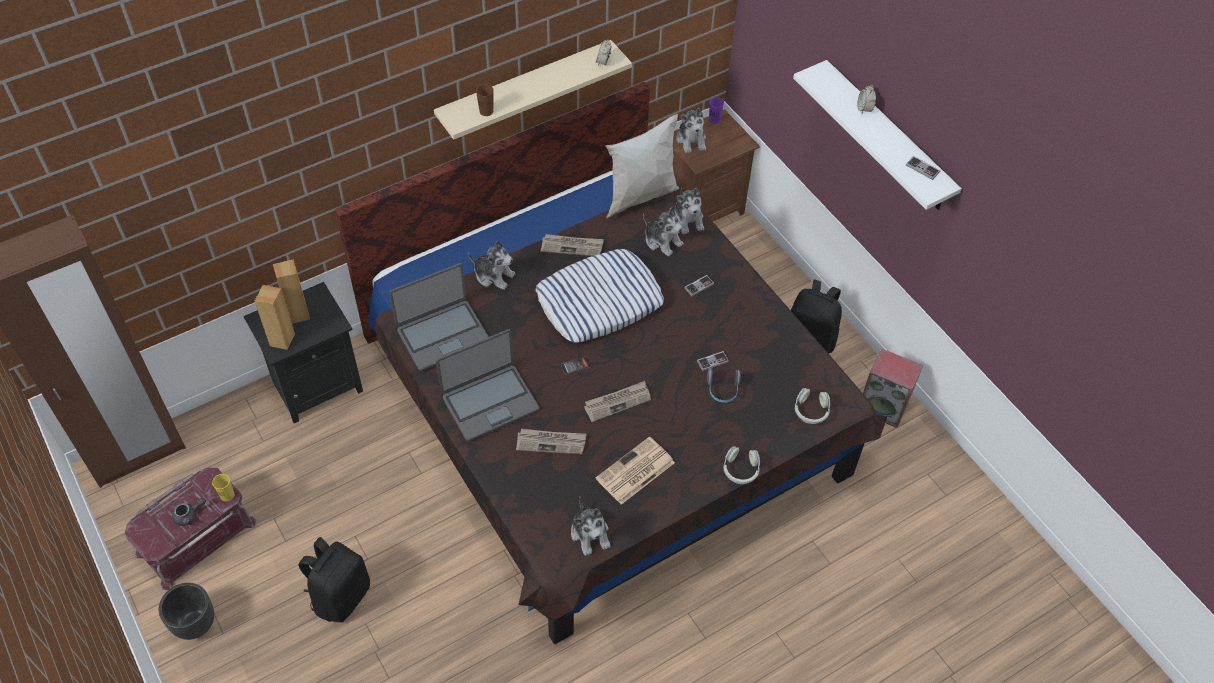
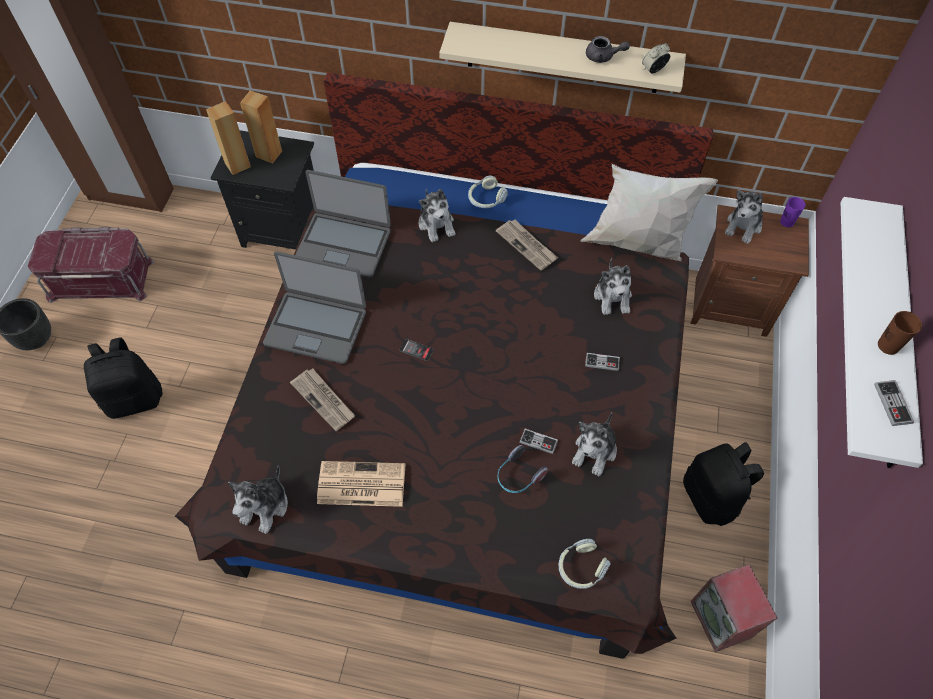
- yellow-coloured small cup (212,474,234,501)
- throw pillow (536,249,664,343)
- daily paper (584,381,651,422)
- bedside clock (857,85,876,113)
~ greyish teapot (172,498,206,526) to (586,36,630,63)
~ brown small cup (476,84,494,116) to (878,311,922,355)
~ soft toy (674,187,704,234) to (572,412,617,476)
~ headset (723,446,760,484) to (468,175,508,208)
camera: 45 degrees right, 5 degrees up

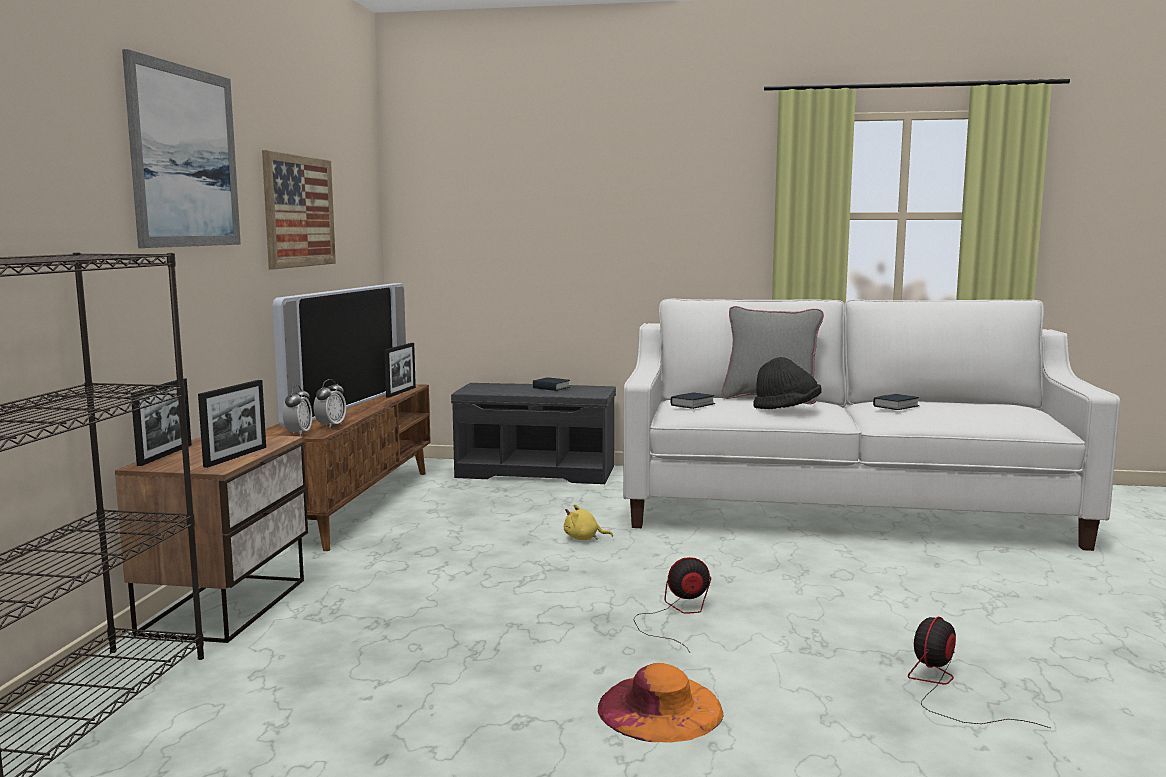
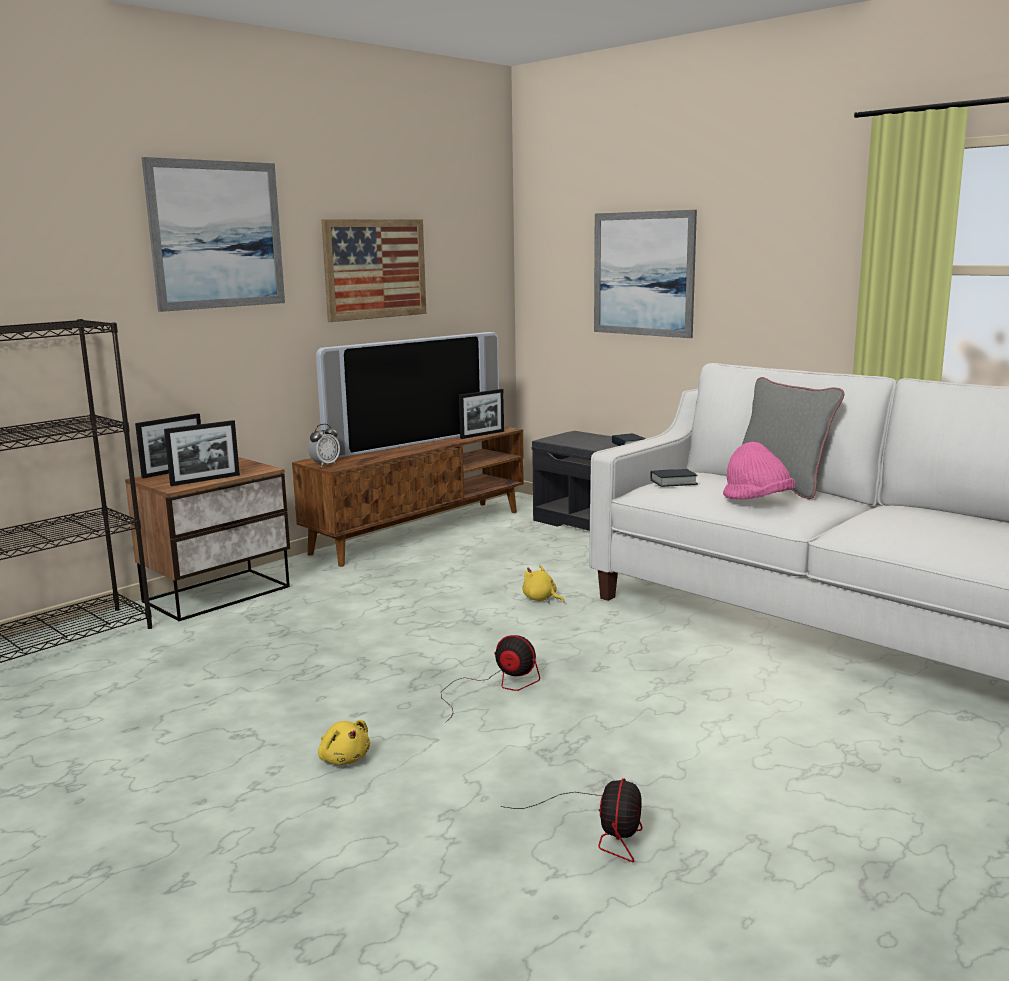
- bedside clock (313,379,346,428)
- book (873,394,919,410)
+ picture (594,210,697,338)
~ orange-coloured clothing hat (598,663,723,743) to yellow-coloured soft toy (318,720,370,765)
~ blackish clothing hat (753,357,822,409) to pinkish clothing hat (723,442,796,500)
~ electric fan (908,616,1050,728) = (500,778,642,862) 120 degrees clockwise
camera: 35 degrees right, 5 degrees up

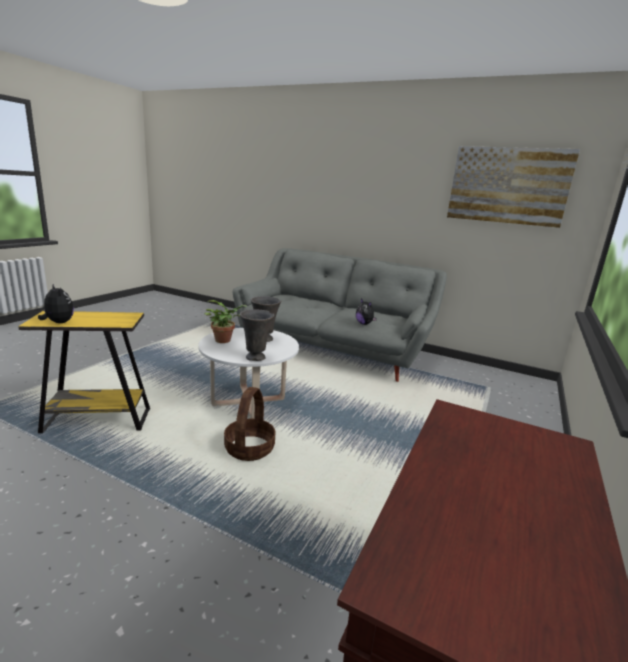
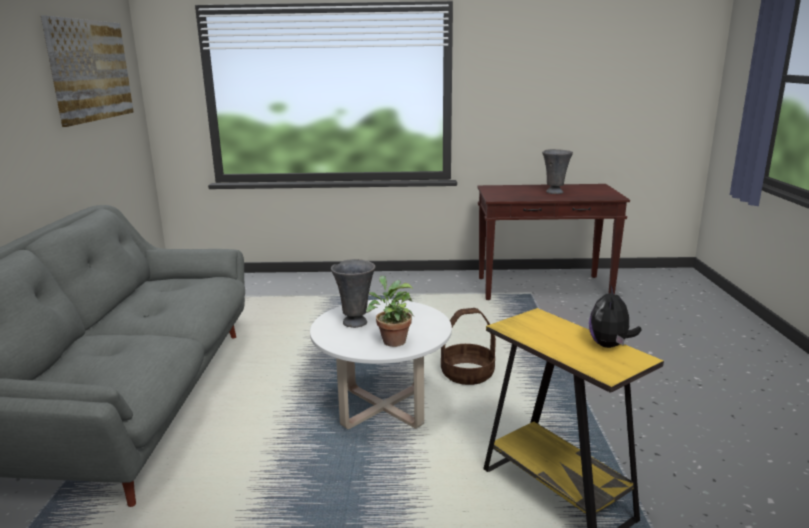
- soft toy (356,299,377,325)
~ greyish vase (240,309,274,361) to (542,149,573,194)
camera: 115 degrees left, 0 degrees up

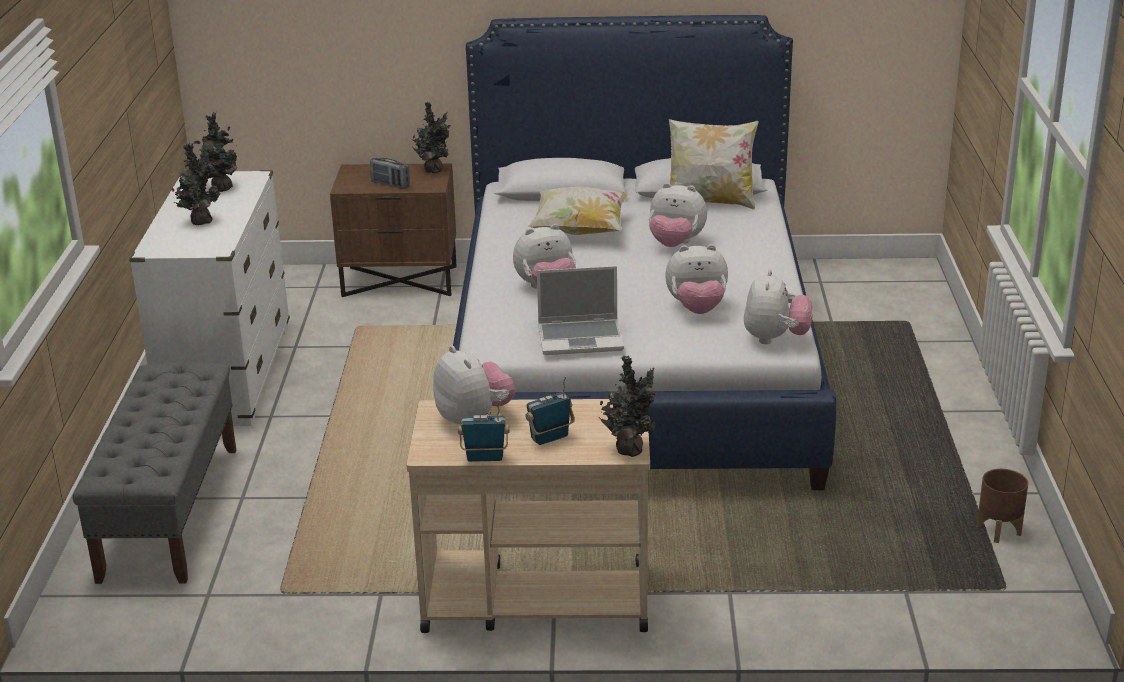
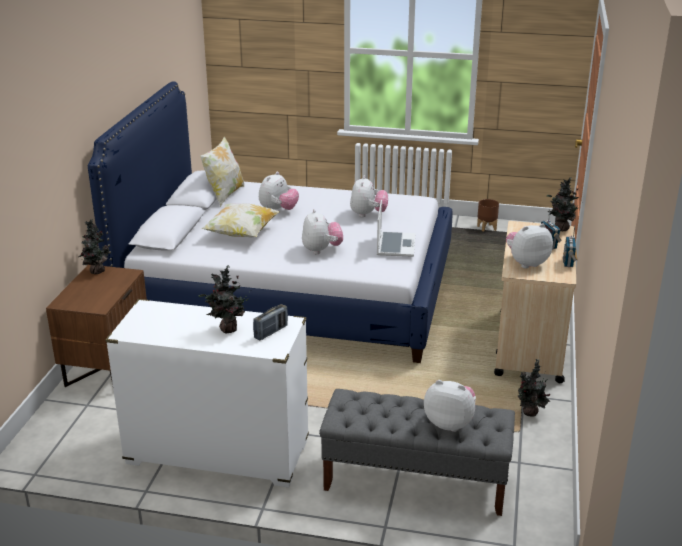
~ houseplant (194,111,237,192) to (518,359,550,417)
~ radio set (370,158,410,189) to (253,304,288,340)
~ soft toy (744,269,813,344) to (424,380,476,432)
camera: 80 degrees left, 0 degrees up

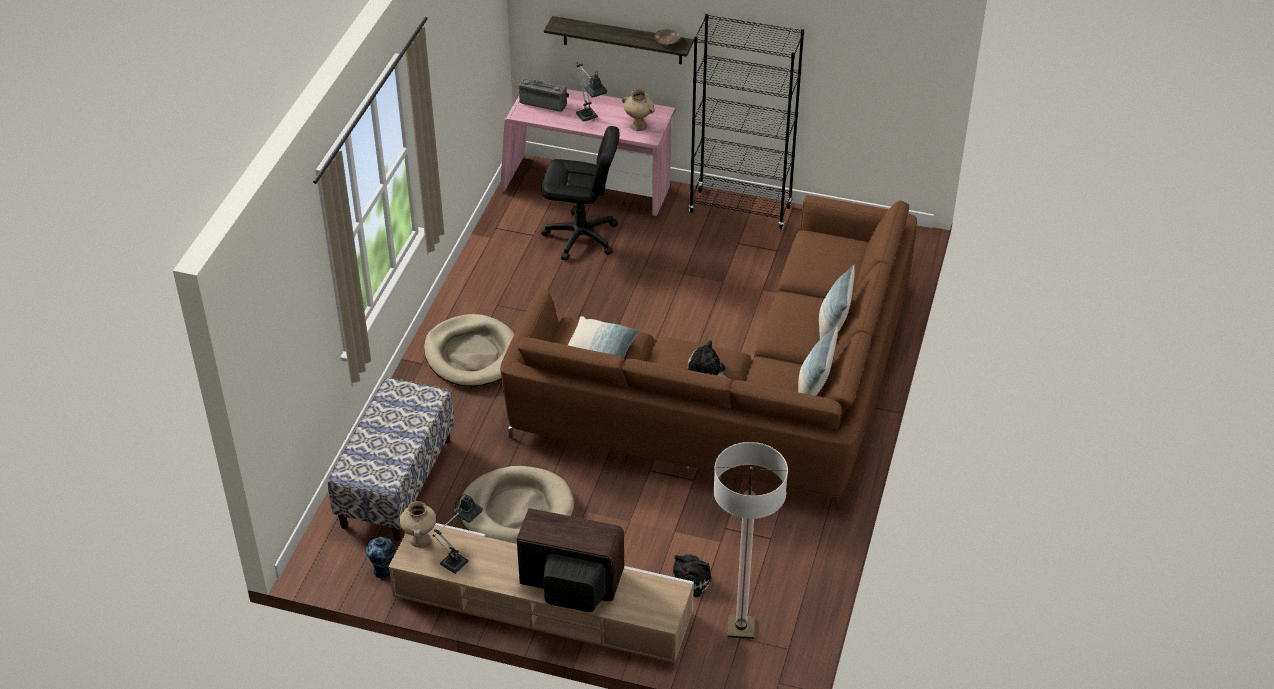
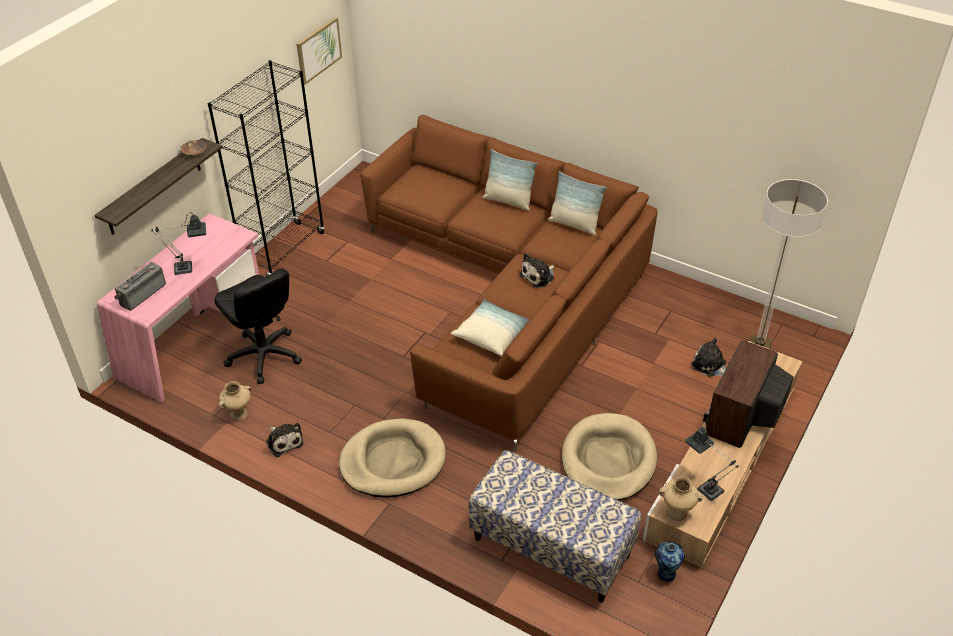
+ soft toy (266,423,303,457)
+ picture (296,17,342,85)
~ beige vase (622,89,655,131) to (218,381,251,421)
~ blackish computer chair (541,126,619,261) = (214,268,302,384) 120 degrees clockwise
camera: 75 degrees left, 0 degrees up

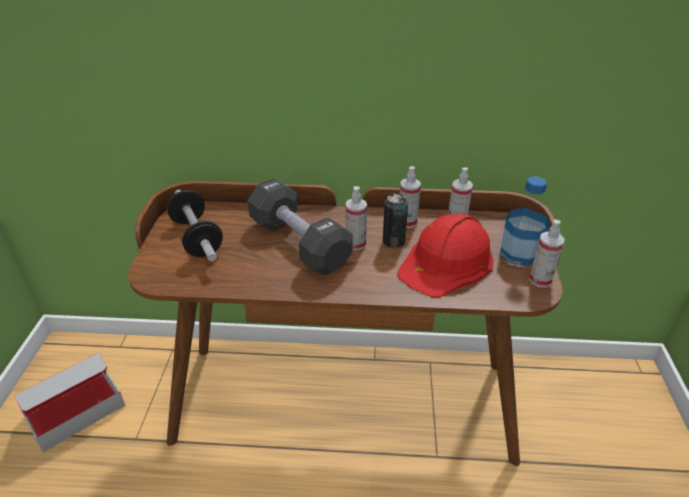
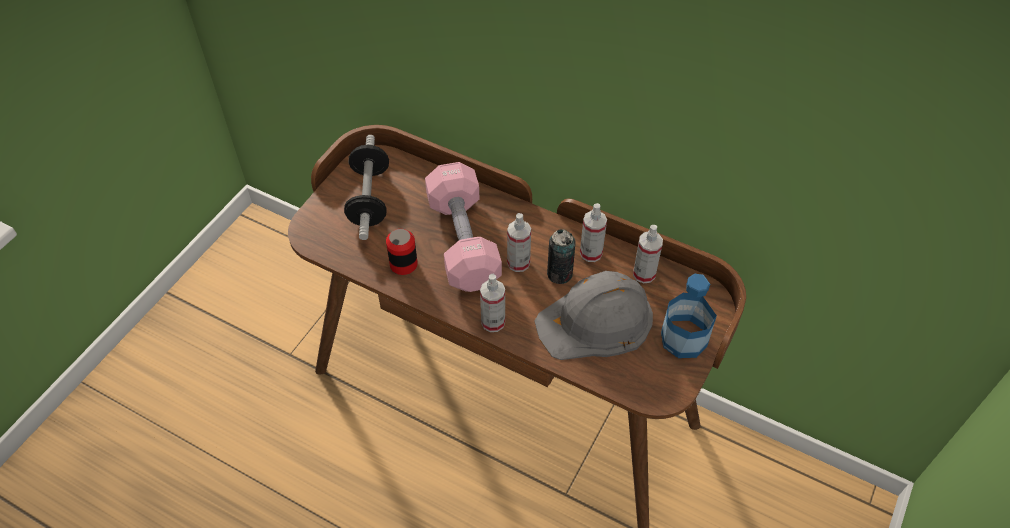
- cardboard box (14,352,125,452)
+ can (386,229,418,275)
~ sprayer (529,219,565,288) to (480,274,505,332)
~ blackish dumbbell (247,178,353,275) to pinkish dumbbell (425,162,502,292)
~ reddish hard hat (398,214,494,297) to greyish hard hat (534,271,653,360)
camera: 25 degrees right, 15 degrees up

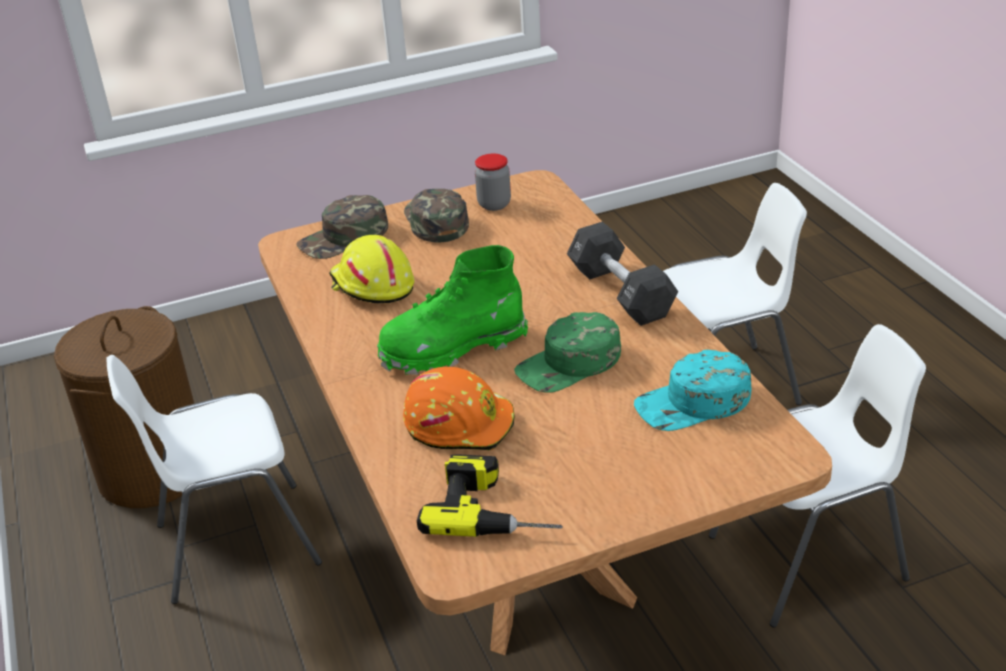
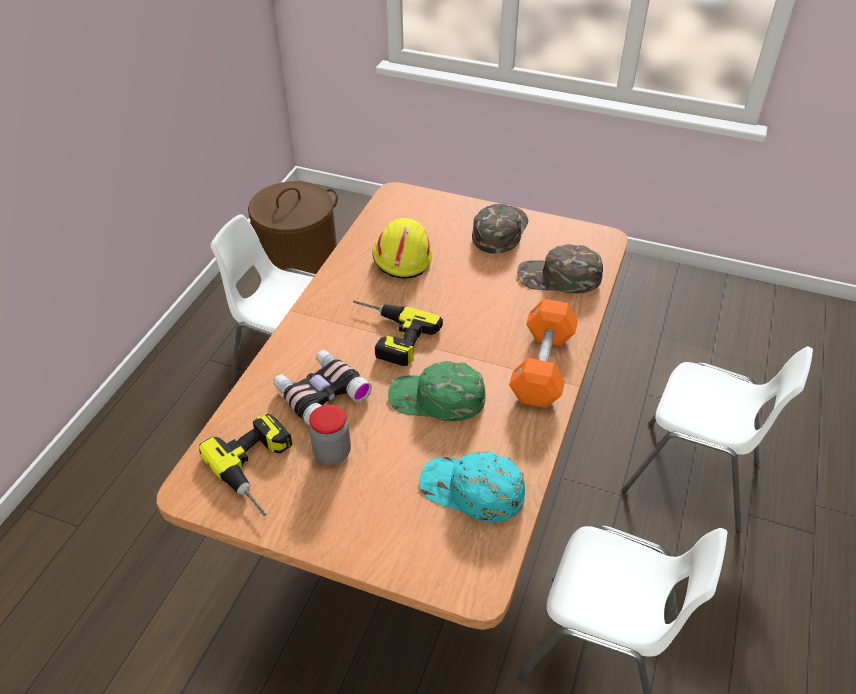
~ greenish baseball cap (296,195,388,259) to (517,244,603,294)
~ storage jar (475,154,511,211) to (309,405,351,465)
~ greenish high-top boot (377,245,528,375) to drill (353,301,443,366)
~ orange-coloured hard hat (403,367,515,451) to pair of binoculars (273,350,372,426)
~ blackish dumbbell (567,222,678,326) to orange-coloured dumbbell (509,299,578,408)
camera: 40 degrees right, 10 degrees up

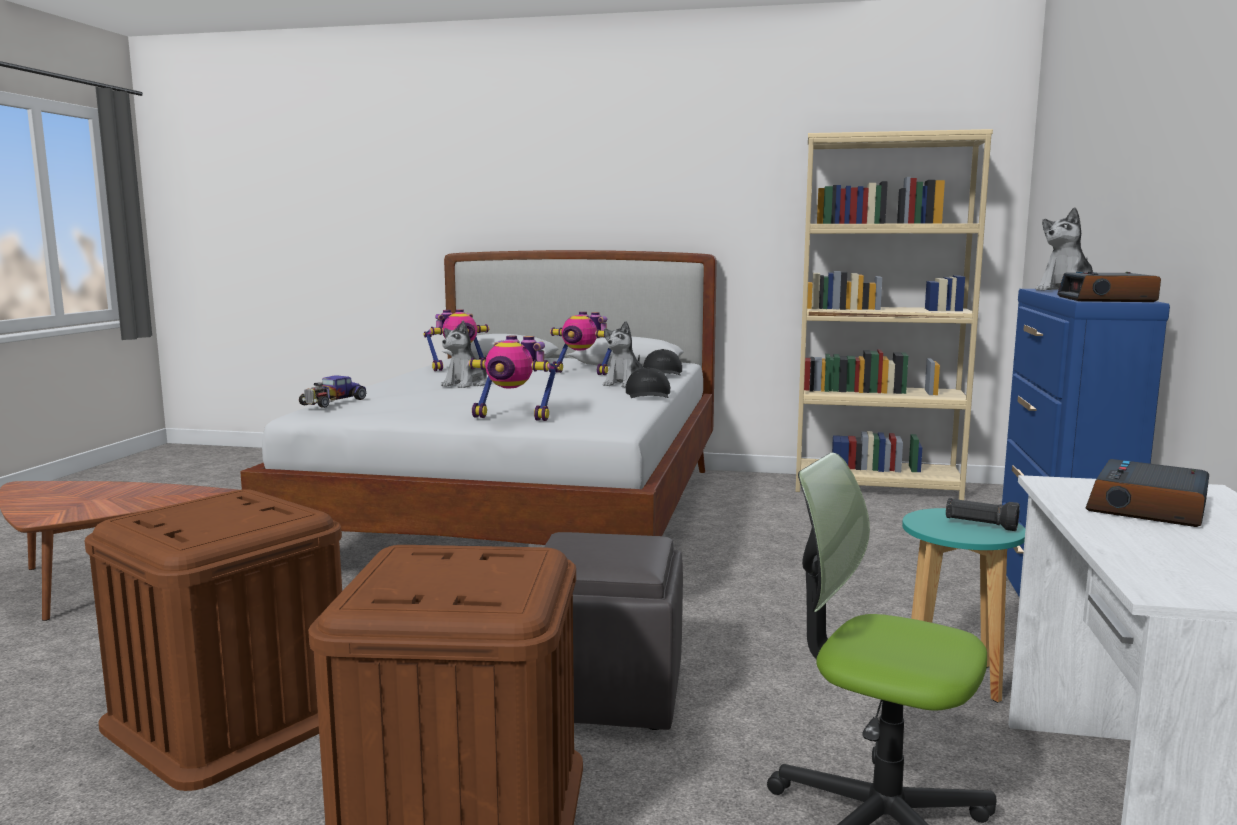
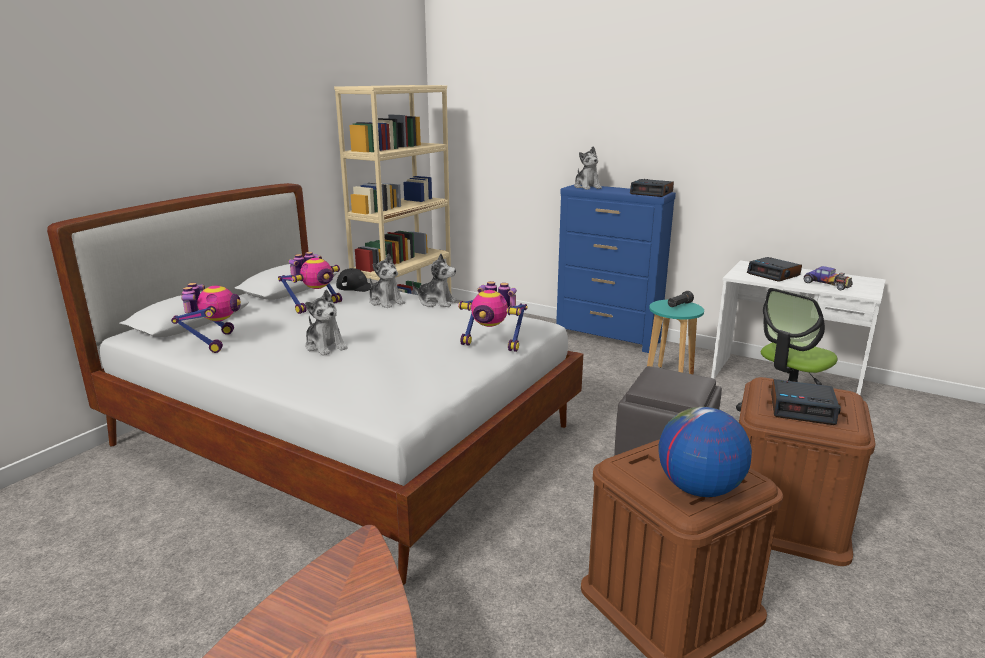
+ world globe (658,407,752,497)
+ bedside clock (771,379,841,425)
~ toy car (299,375,366,408) to (804,266,853,290)
~ blackish baseball cap (626,367,670,398) to soft toy (412,254,457,307)
~ model robot (468,335,560,421) = (458,281,528,352) 75 degrees clockwise
camera: 70 degrees left, 10 degrees up

